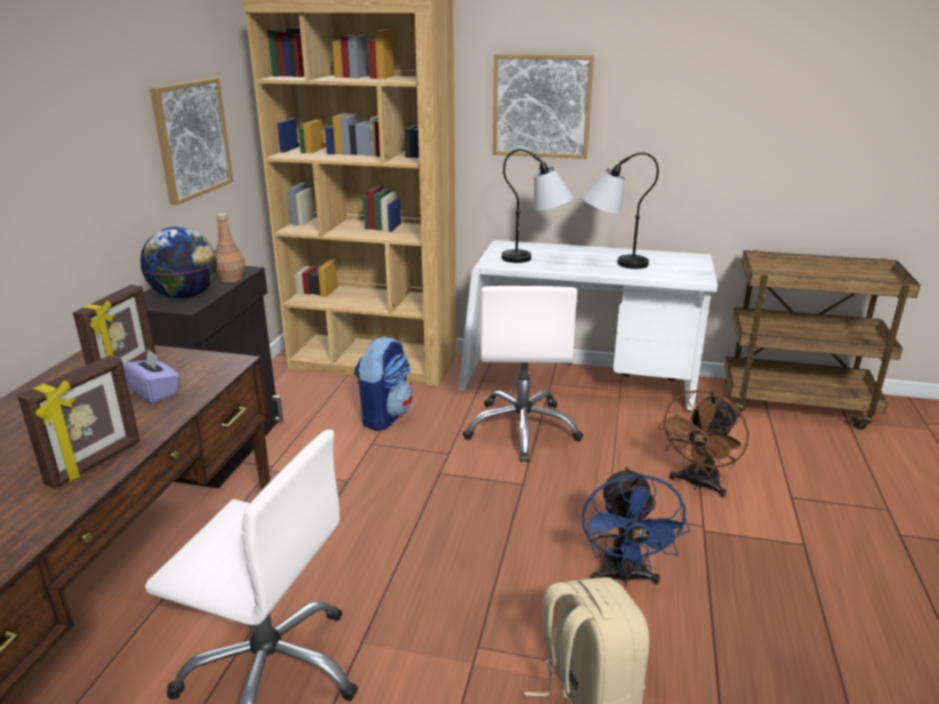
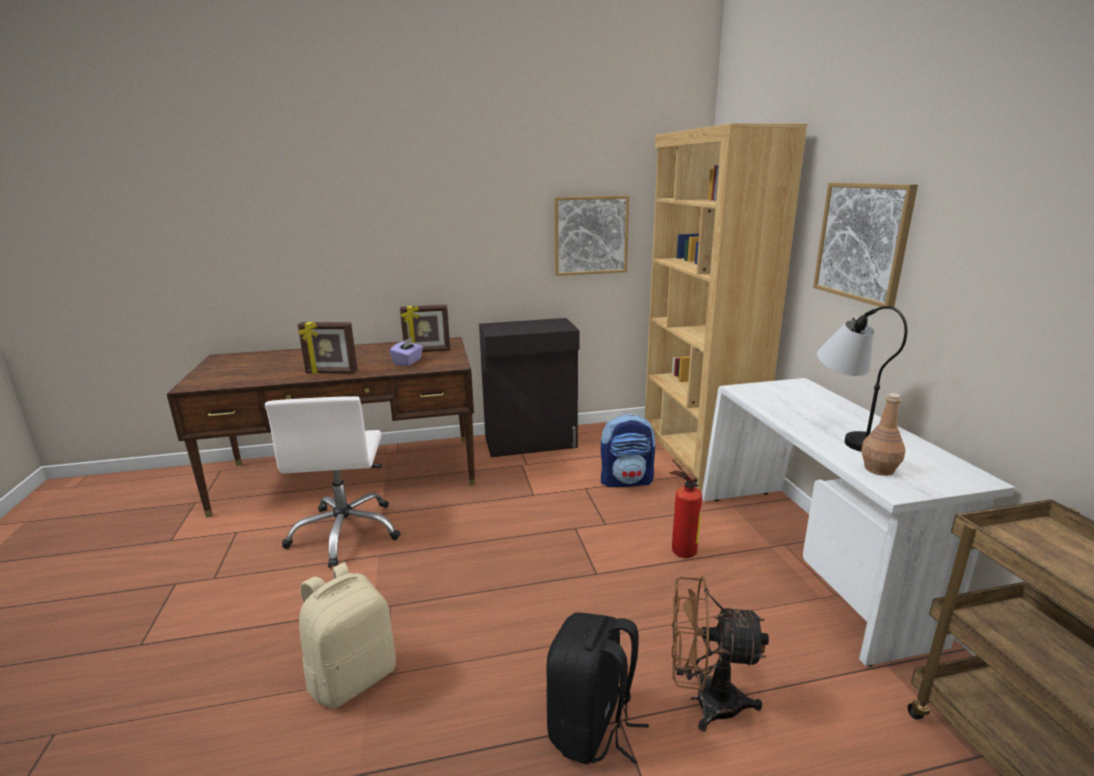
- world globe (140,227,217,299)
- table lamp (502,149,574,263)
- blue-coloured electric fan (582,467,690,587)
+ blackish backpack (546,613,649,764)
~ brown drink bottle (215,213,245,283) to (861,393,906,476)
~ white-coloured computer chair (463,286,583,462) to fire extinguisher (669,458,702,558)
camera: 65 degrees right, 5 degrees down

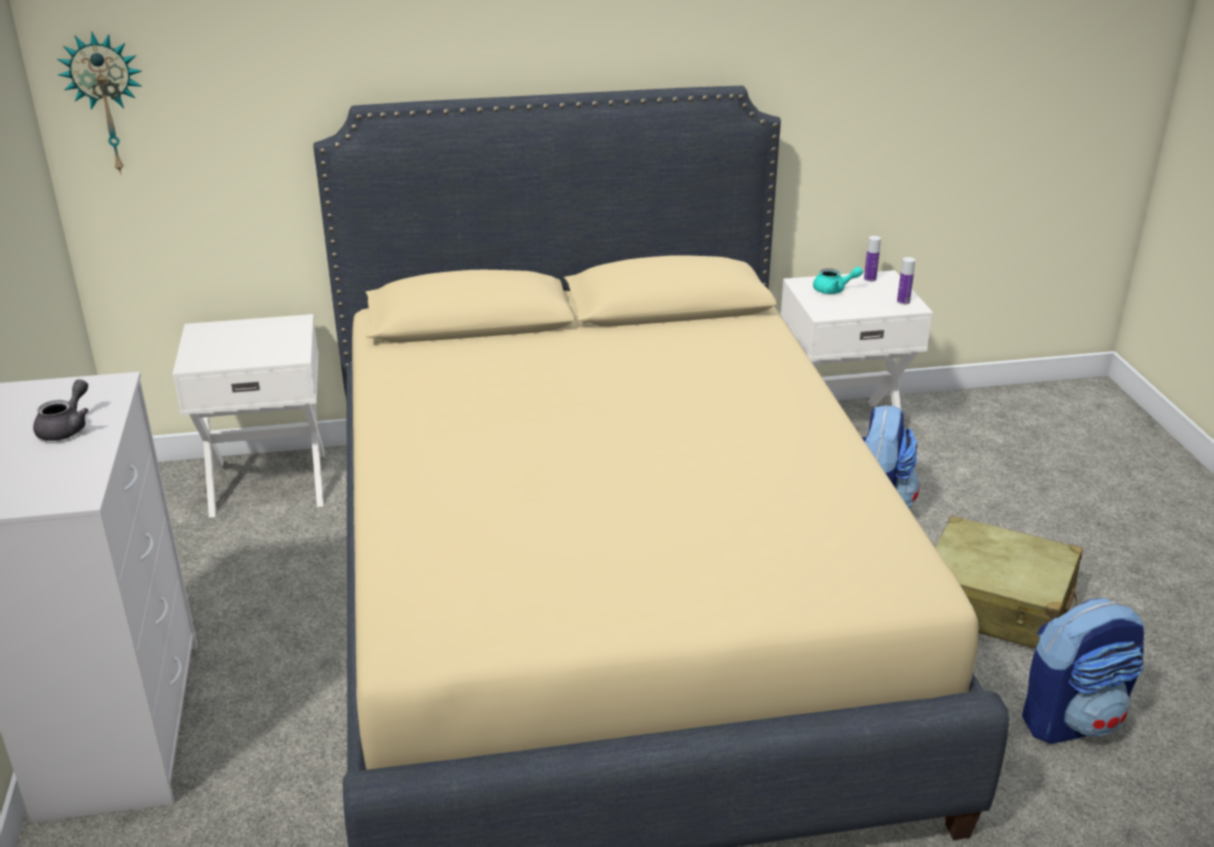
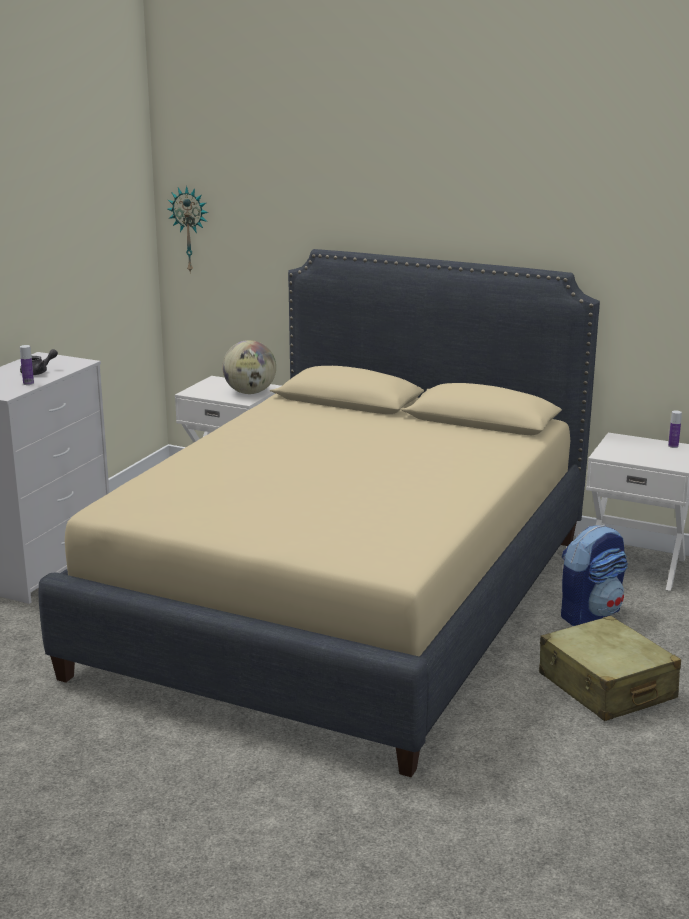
- blue-green teapot (813,267,863,294)
- backpack (1022,598,1144,743)
+ world globe (222,340,276,394)
~ drink bottle (897,257,915,305) to (20,345,34,385)
camera: 35 degrees right, 10 degrees down

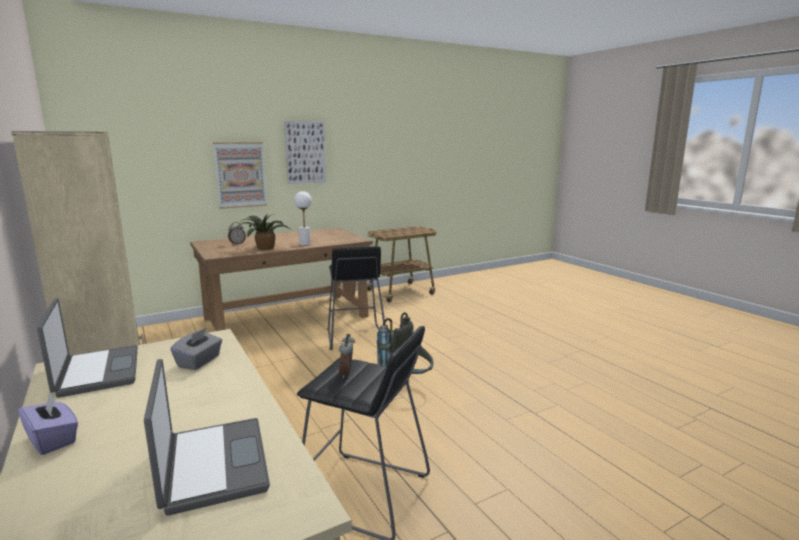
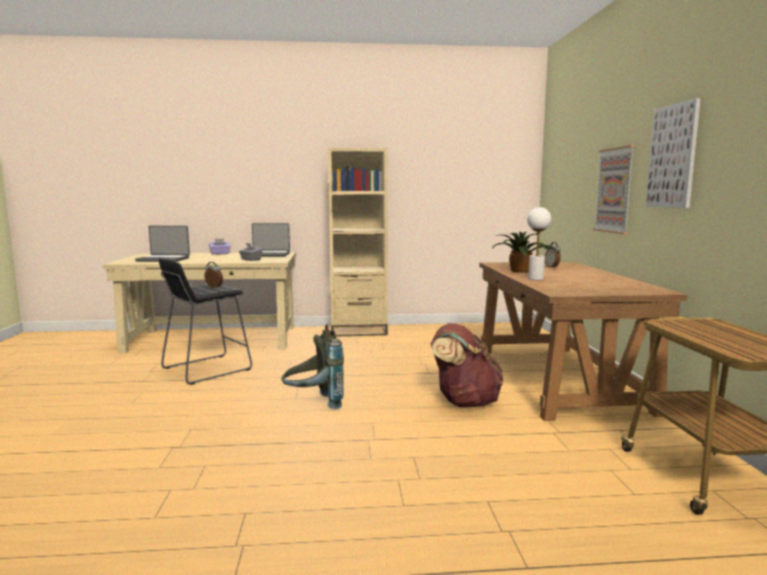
~ blackish stool (327,246,385,350) to brown backpack (431,324,503,407)
camera: 115 degrees right, 5 degrees down

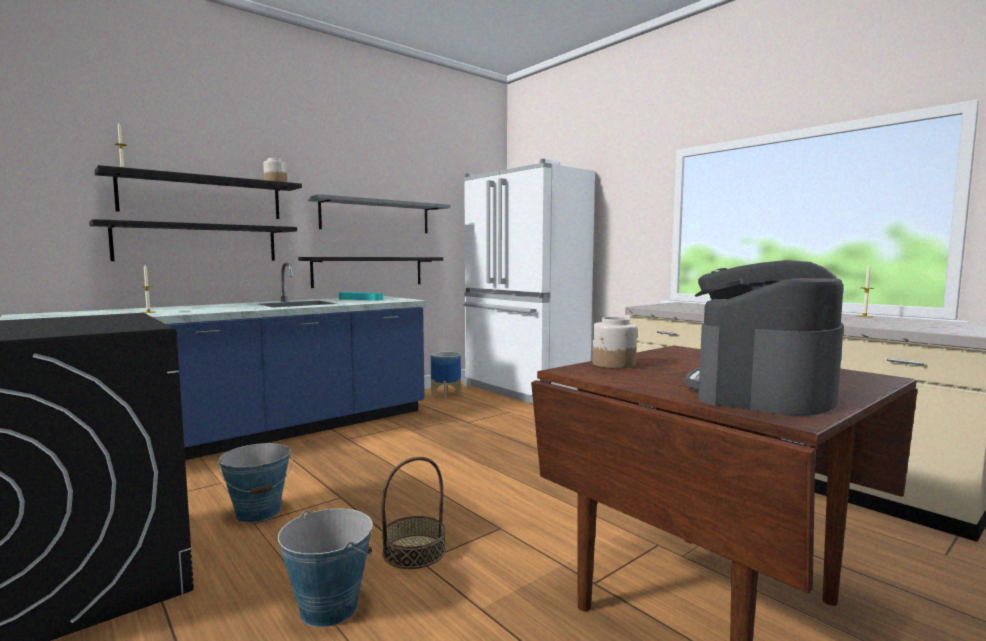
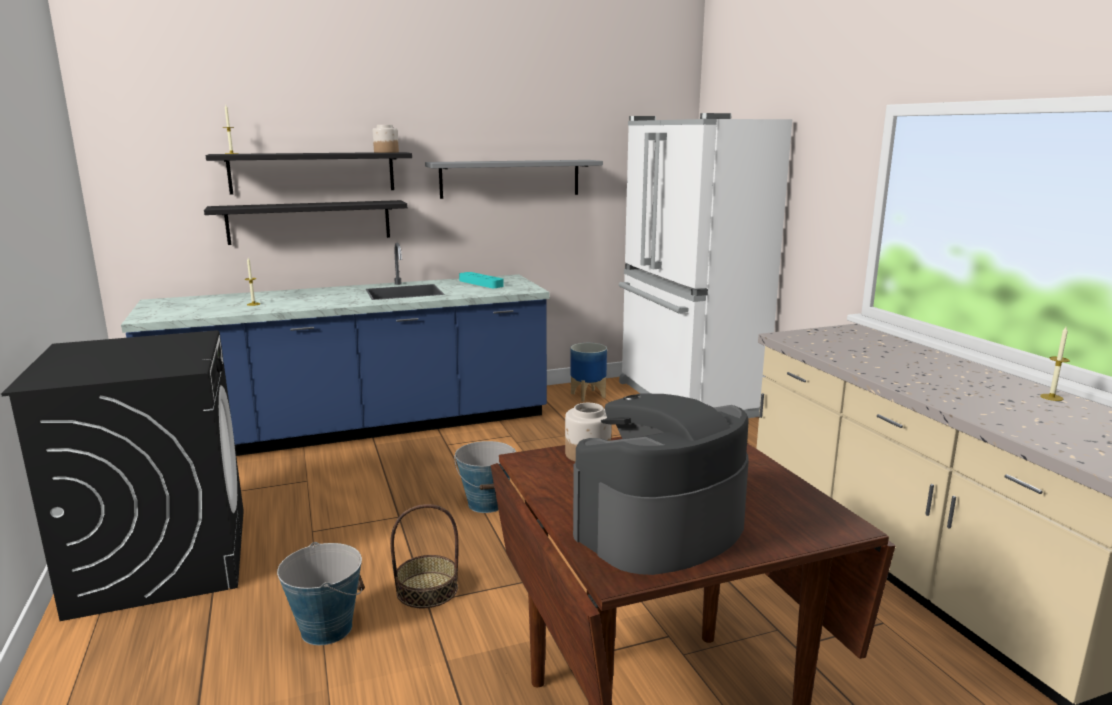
- blackish bracket shelf (298,257,443,288)
~ pail (218,443,293,523) to (454,441,516,513)
camera: 20 degrees right, 10 degrees up

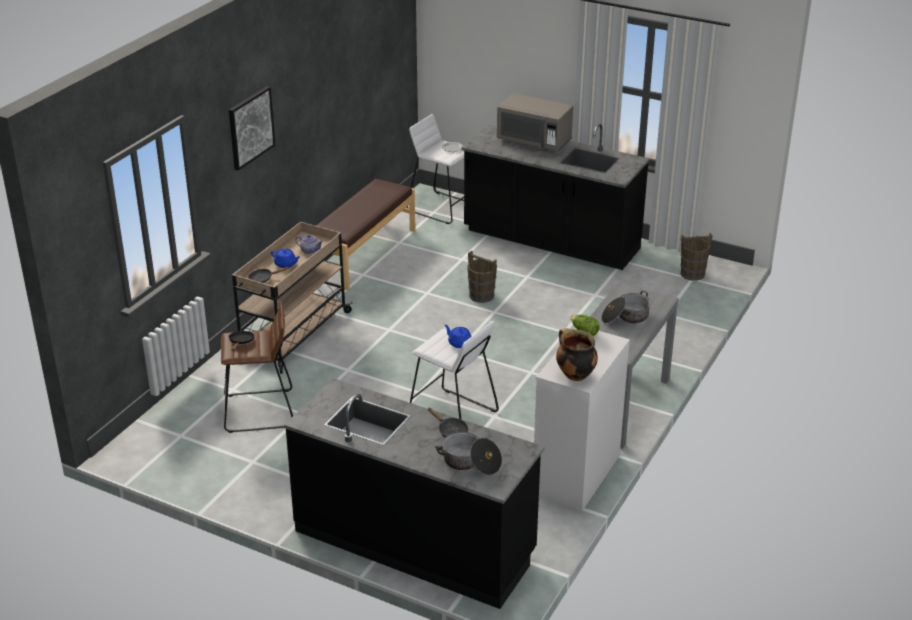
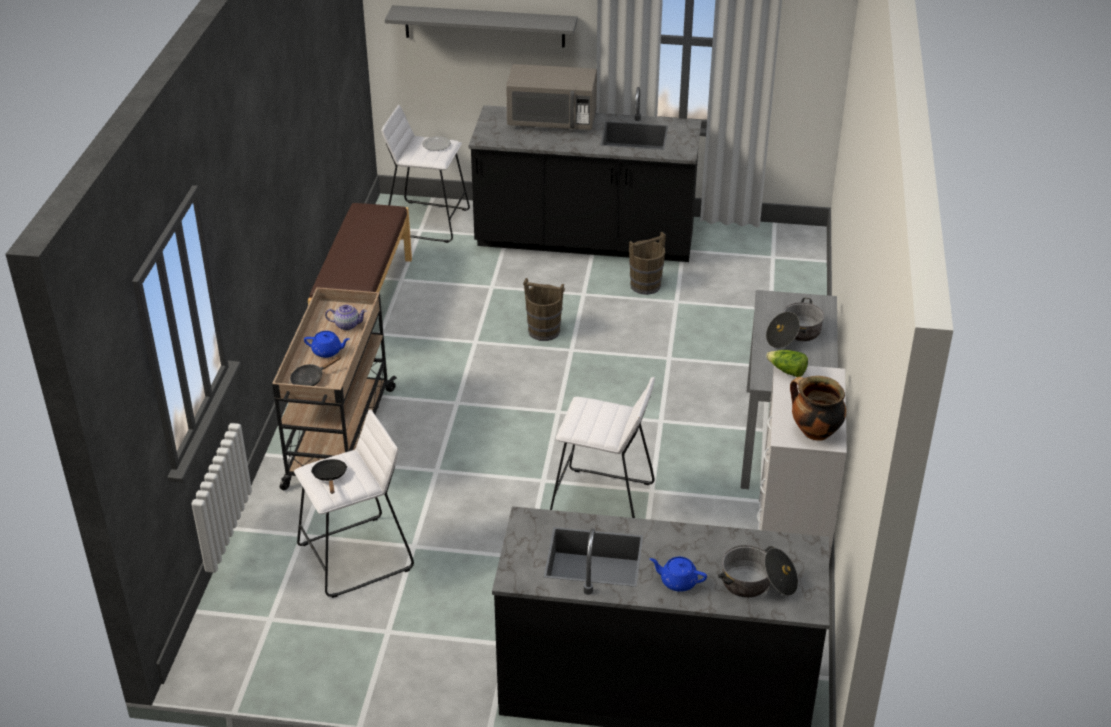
- picture (229,86,275,171)
- blackish skillet (428,408,468,438)
+ greyish bracket shelf (385,5,578,47)
~ blue-coloured teapot (445,325,472,348) to (650,557,707,592)
~ brown pail (680,233,713,281) to (629,232,666,295)
~ brown stool (221,301,293,433) to white-coloured stool (294,409,414,598)
camera: 20 degrees left, 5 degrees up

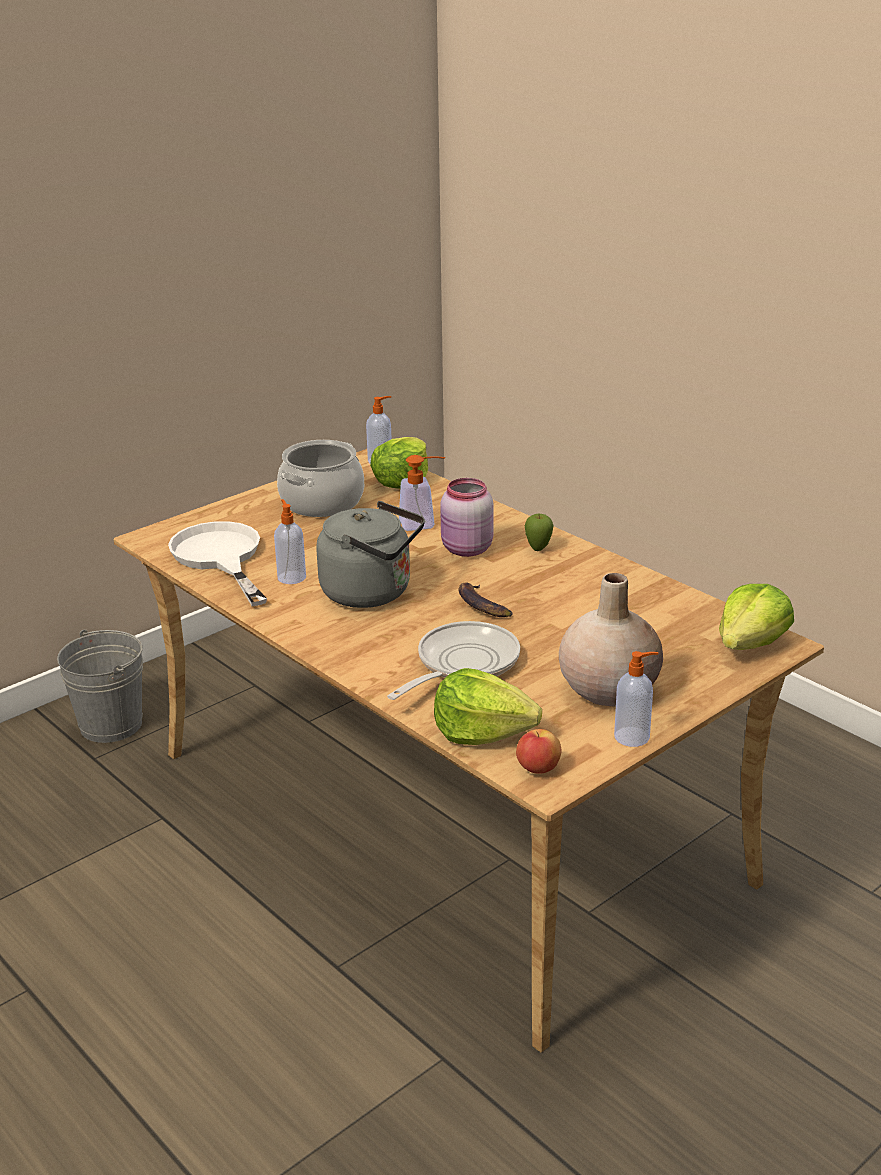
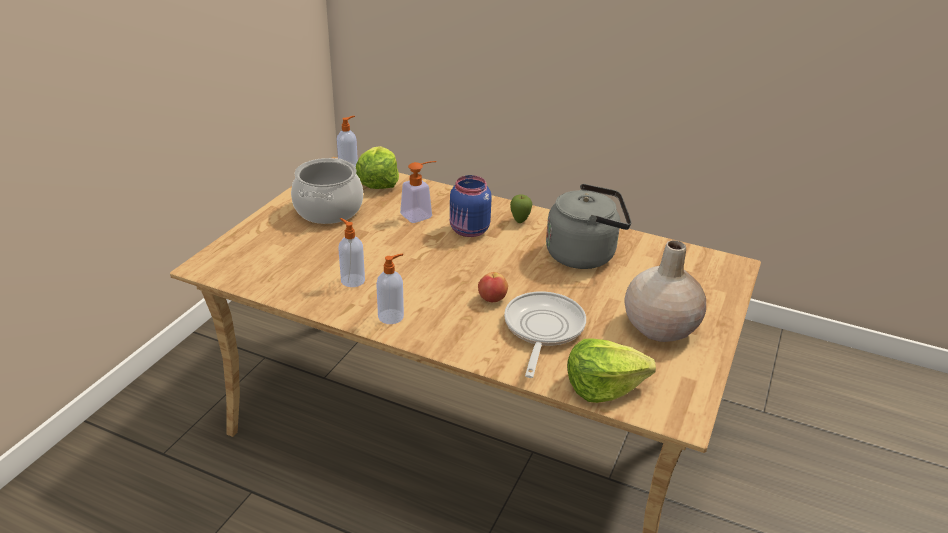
- greyish pail (57,629,143,743)
- white-coloured skillet (168,521,267,606)
- banana fruit (458,582,513,617)
- lettuce head (719,584,794,650)
~ greyish kettle (316,501,425,608) to (546,184,631,269)
~ whole apple (516,729,561,774) to (478,272,508,302)
~ liquid soap bottle (614,651,658,747) to (376,254,404,324)
~ pinkish storage jar (440,478,494,557) to blue-coloured storage jar (450,175,492,237)
camera: 25 degrees left, 5 degrees up

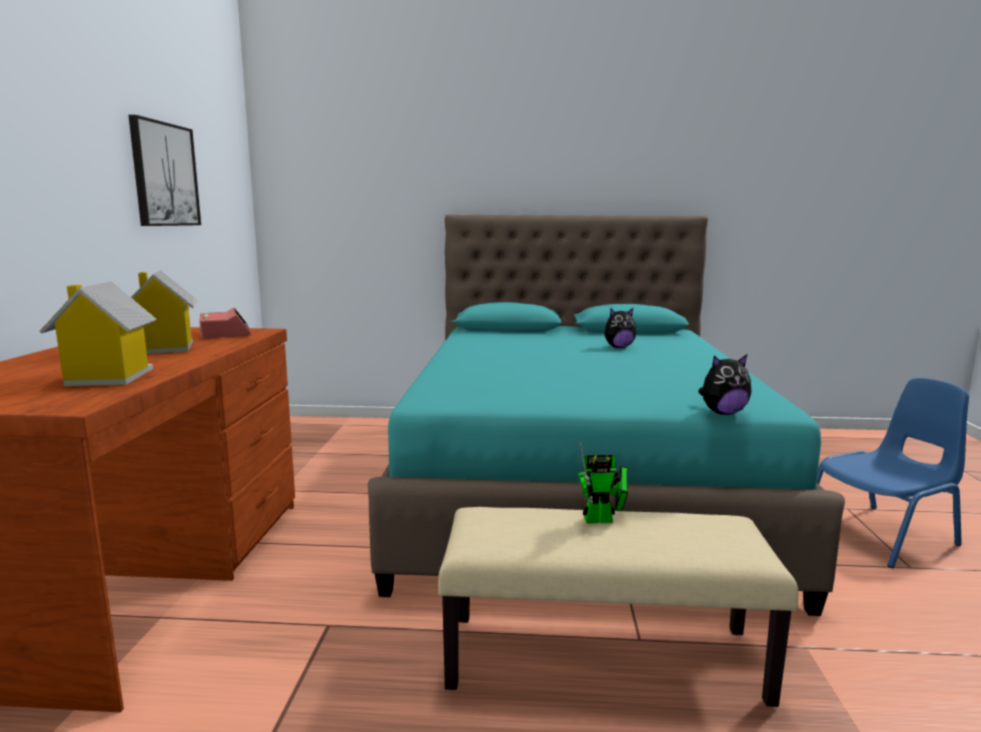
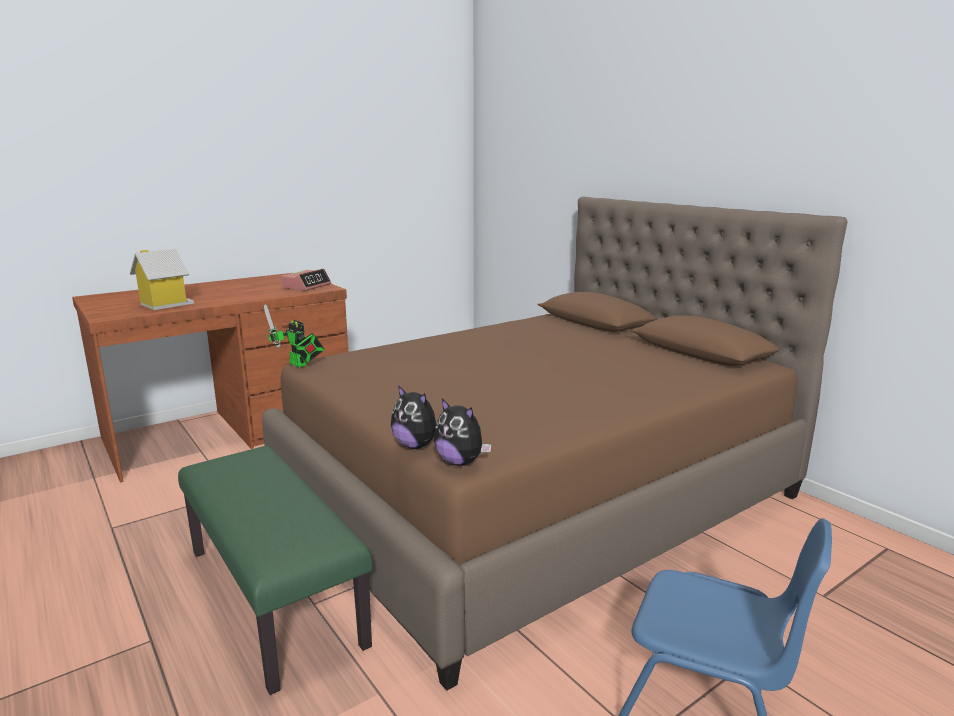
- picture (128,115,201,226)
- miniature house (131,270,198,354)
~ model robot (578,442,628,523) to (264,304,325,368)
~ soft toy (604,308,636,348) to (434,399,492,466)
~ blue-green bedroom bed (368,214,845,616) to brown bedroom bed (262,197,848,691)
~ beige indoor bench (438,507,798,707) to greenish indoor bench (178,446,373,695)
camera: 50 degrees right, 5 degrees up

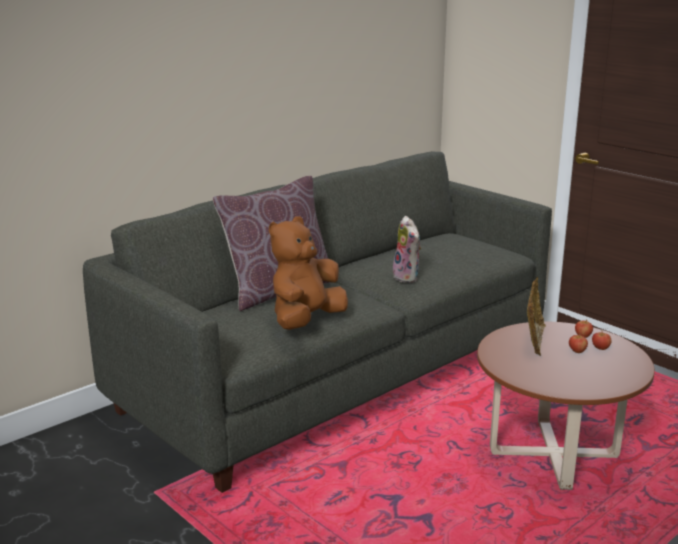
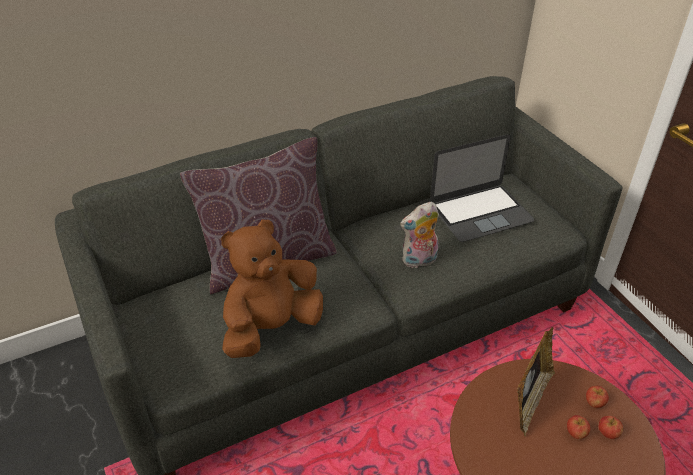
+ laptop (430,134,534,242)
~ soft toy (393,216,421,283) = (400,201,439,268) 75 degrees clockwise
camera: 15 degrees right, 20 degrees up

